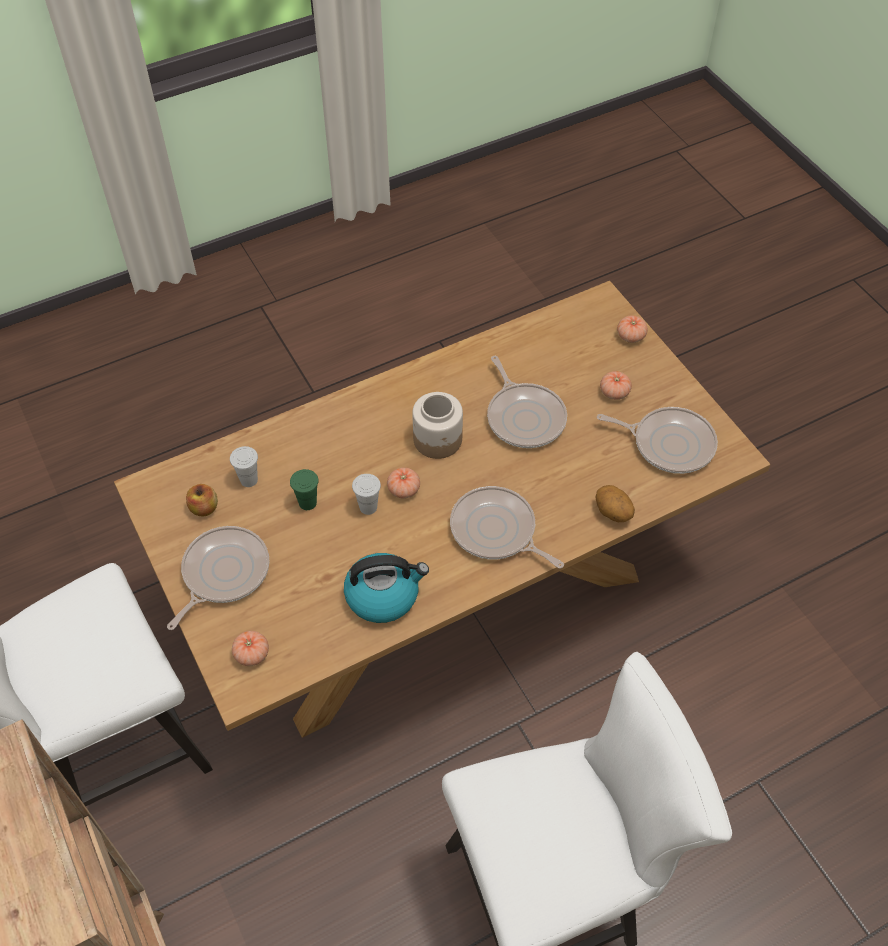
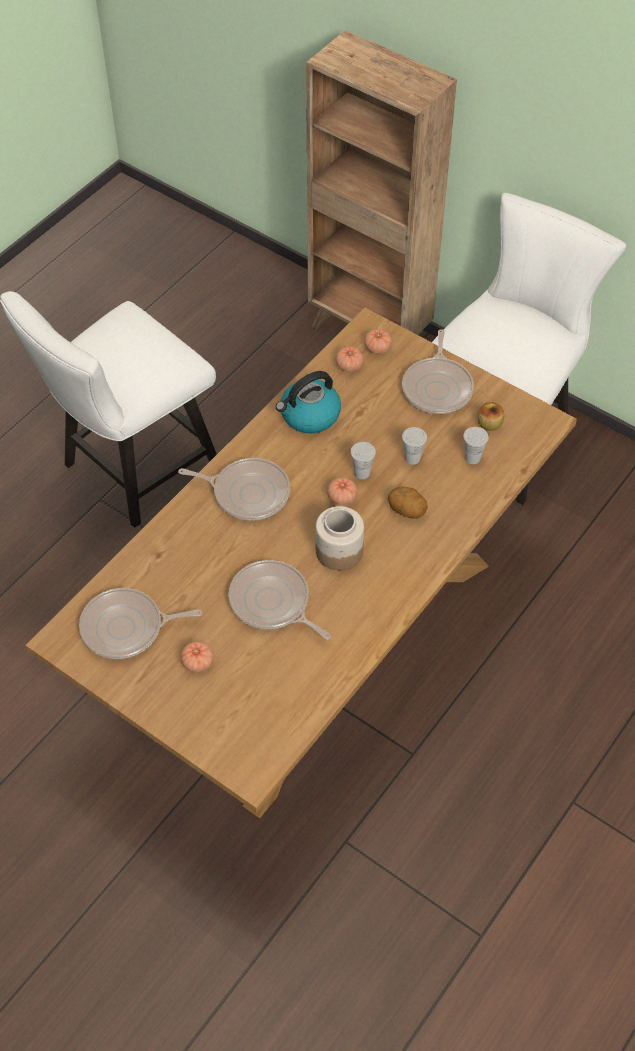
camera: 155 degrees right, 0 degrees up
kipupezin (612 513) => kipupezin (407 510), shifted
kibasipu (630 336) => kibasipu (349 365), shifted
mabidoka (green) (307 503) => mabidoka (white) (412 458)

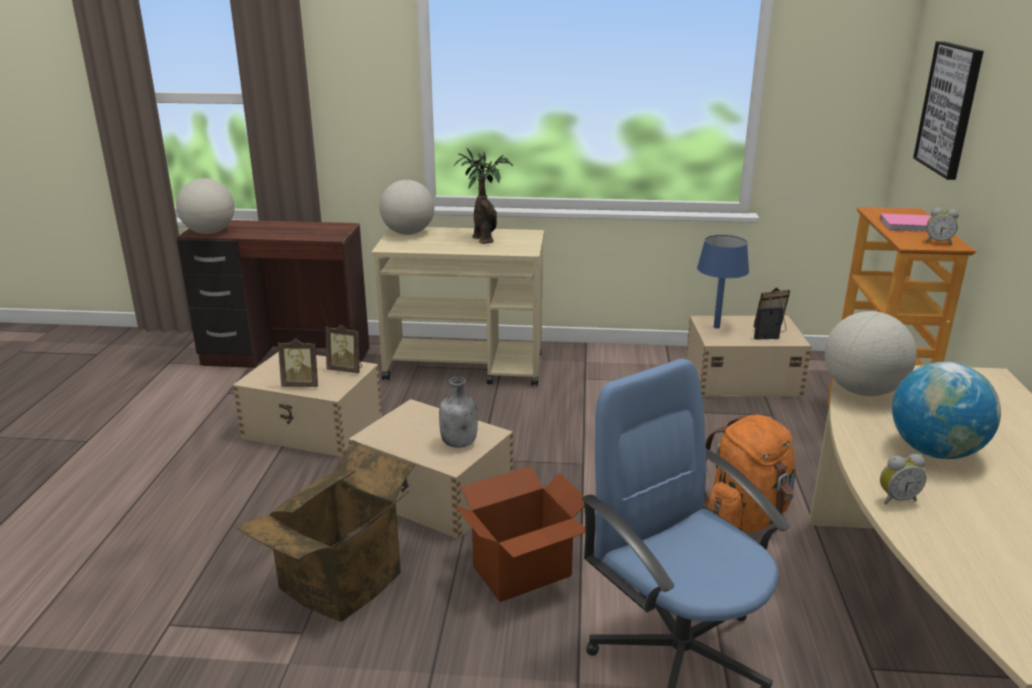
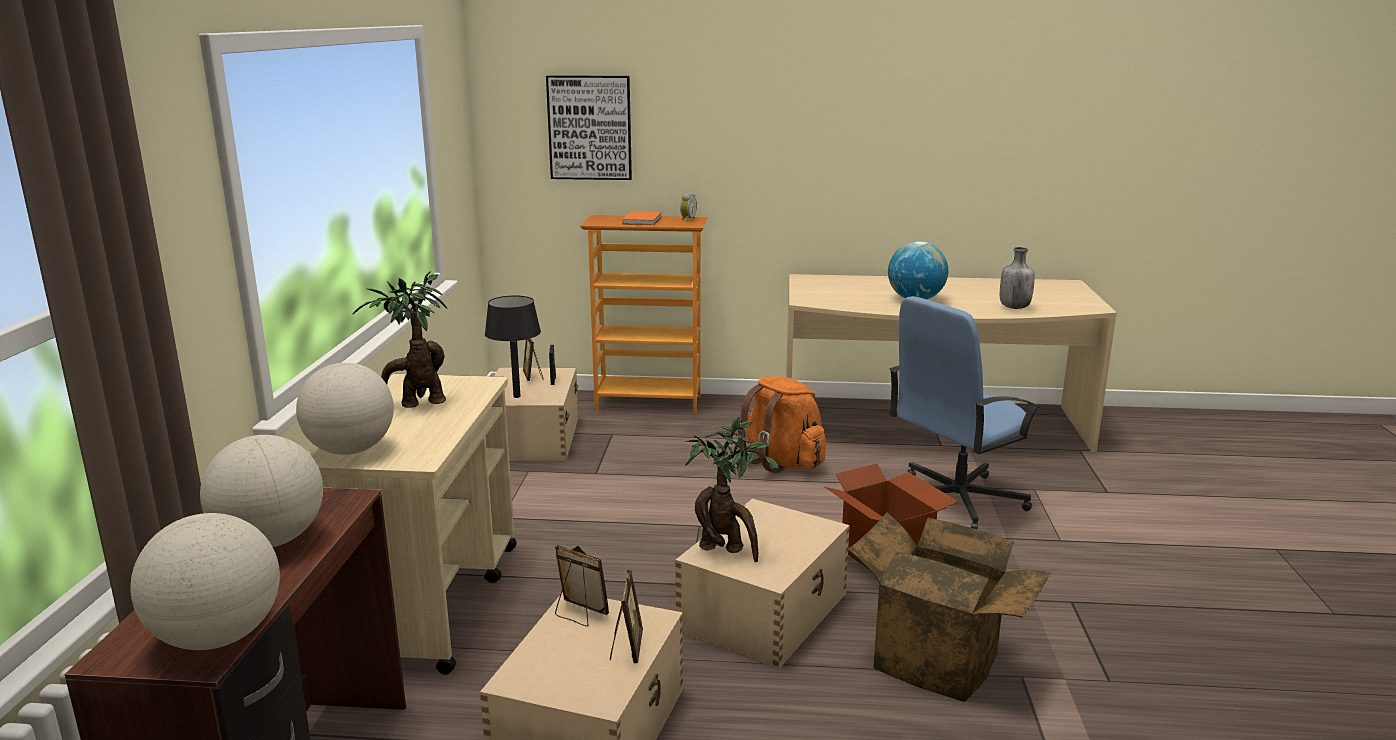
camera: 90 degrees left, 5 degrees down
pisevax (896 499) => nothing
nothing => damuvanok (726 550)
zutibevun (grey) (460 443) => zutibevun (grey) (1014 307), shifted
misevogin (862 391) => misevogin (270 541), shifted
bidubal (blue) (716 327) => bidubal (black) (517 396)
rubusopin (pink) (912 226) => rubusopin (orange) (643 220)
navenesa (346 369) => navenesa (579 614), 75 degrees counterclockwise

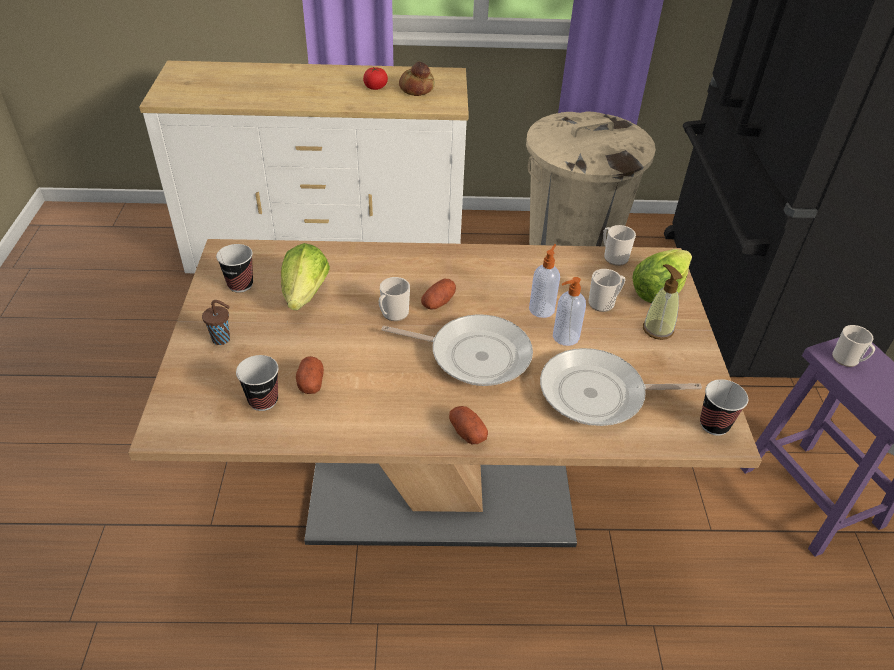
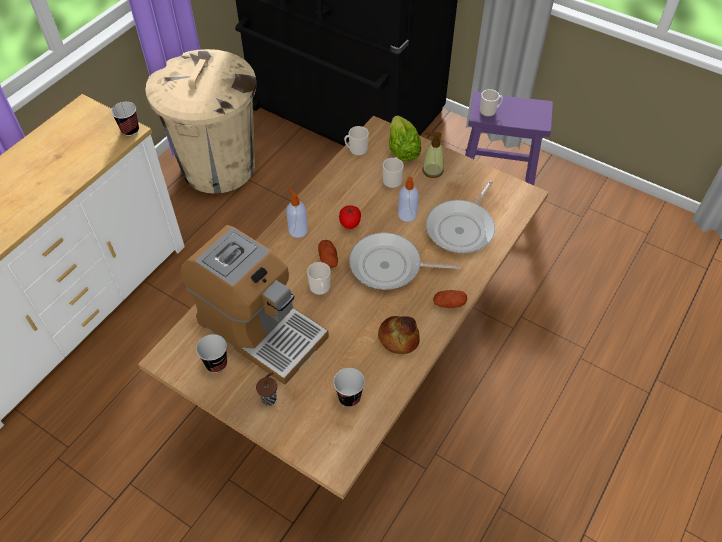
camera: 55 degrees left, 10 degrees up
kipupezin (310 382) => nothing
kibasipu (375 87) => kibasipu (350 223), shifted
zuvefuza (417 88) => zuvefuza (399 338), shifted
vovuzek (542 309) => vovuzek (297 230), shifted
mabidoka (714 424) => mabidoka (130 130), shifted
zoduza (305 294) => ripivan (260 328)
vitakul (474 355) => vitakul (390 266), 135 degrees counterclockwise

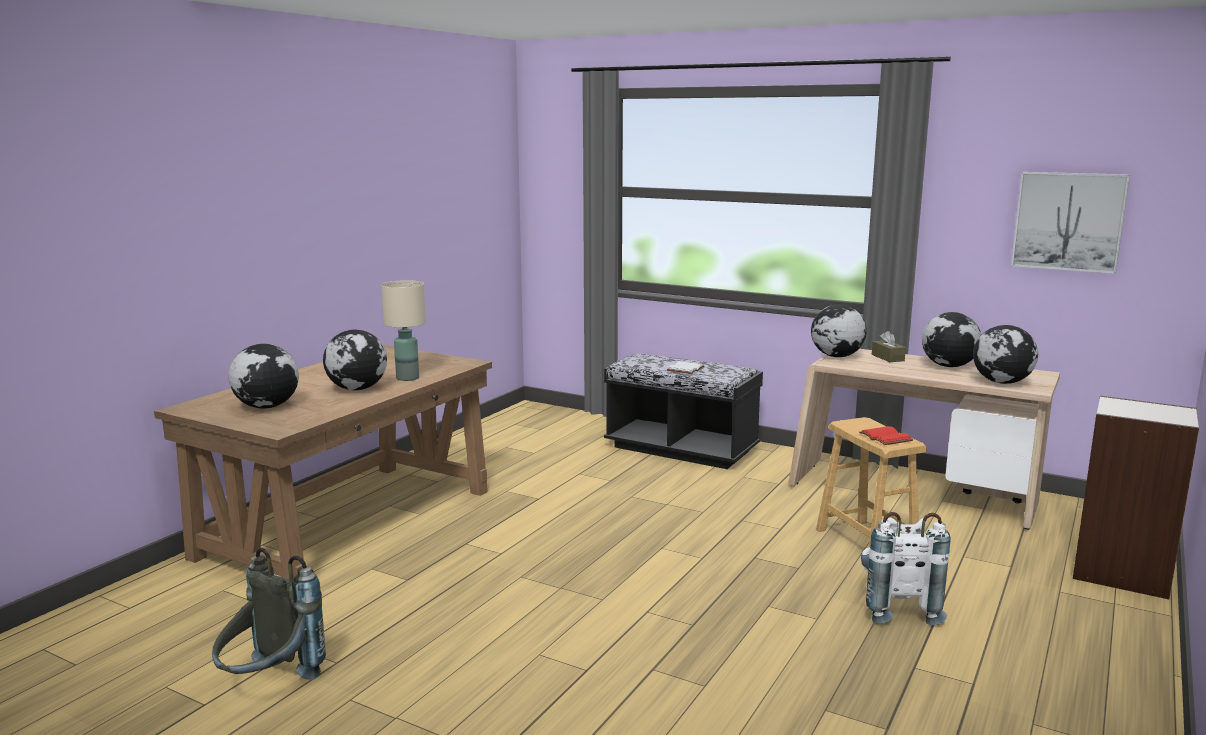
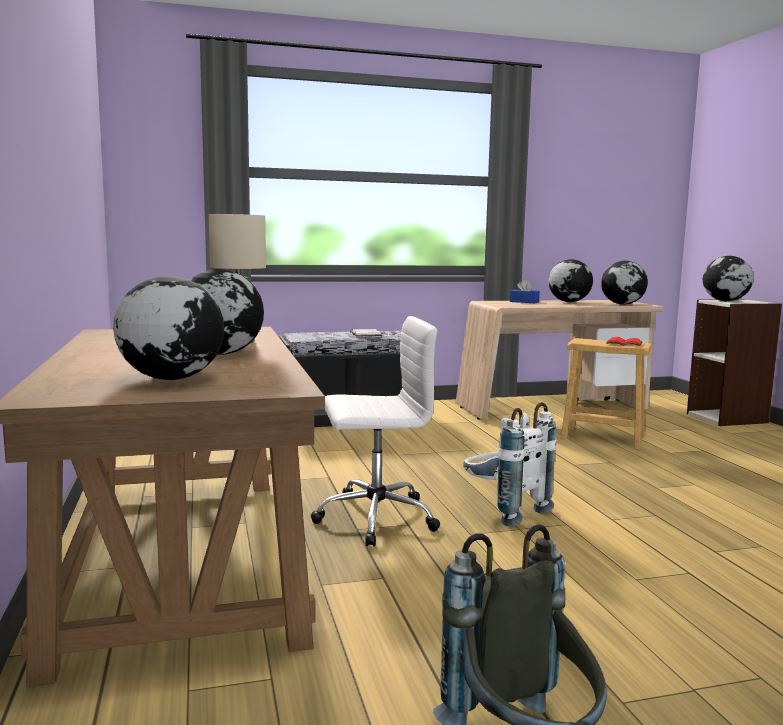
camera: 45 degrees left, 5 degrees down
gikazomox (1068 221) => nothing
nothing => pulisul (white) (373 518)
misevogin (836 356) => misevogin (725 301), shifted
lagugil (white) (895 607) => lagugil (white) (503 510), shifted
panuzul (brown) (887 357) => panuzul (blue) (524 302)

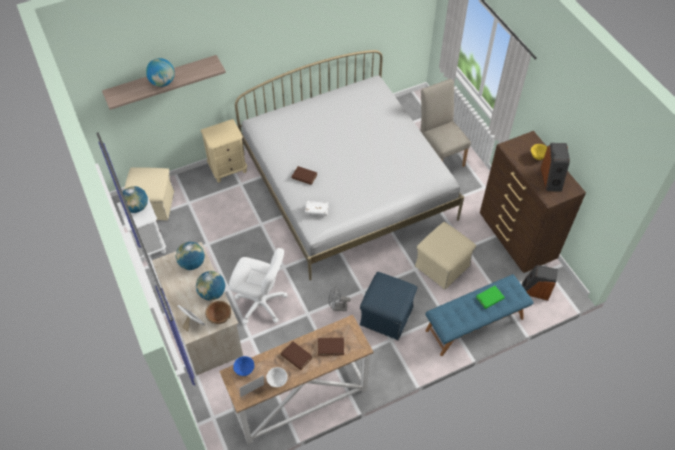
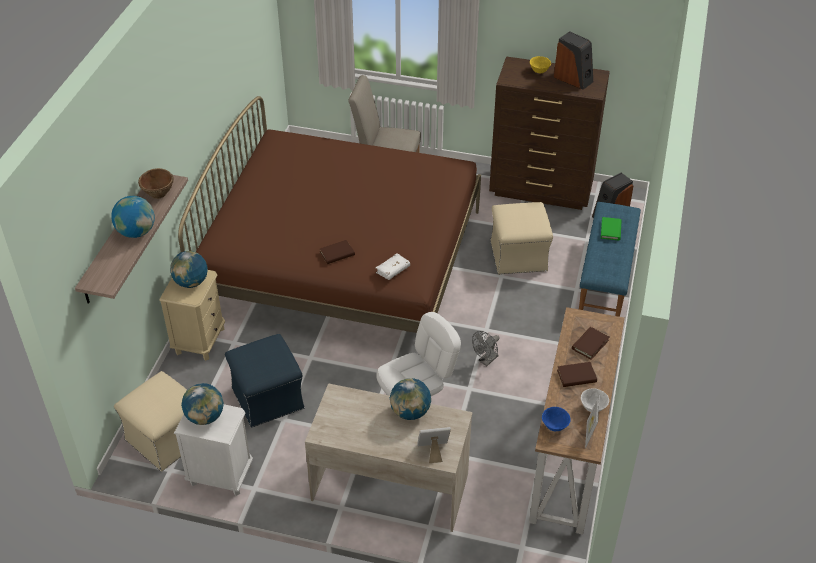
camera: 50 degrees left, 10 degrees down
misevogin (192 263) => misevogin (191 282), shifted
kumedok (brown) (220 318) => kumedok (brown) (158 194), shifted
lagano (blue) (387 315) => lagano (blue) (267 397), shifted
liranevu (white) (347 186) => liranevu (brown) (342 261)

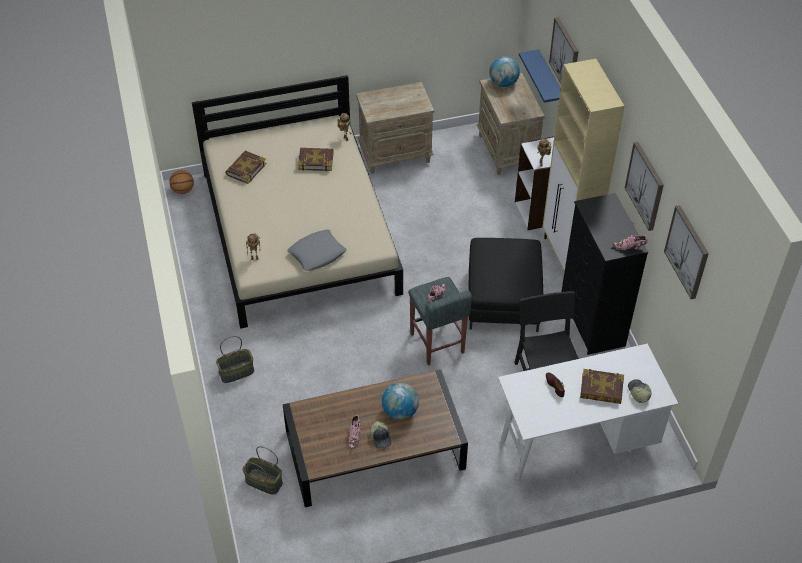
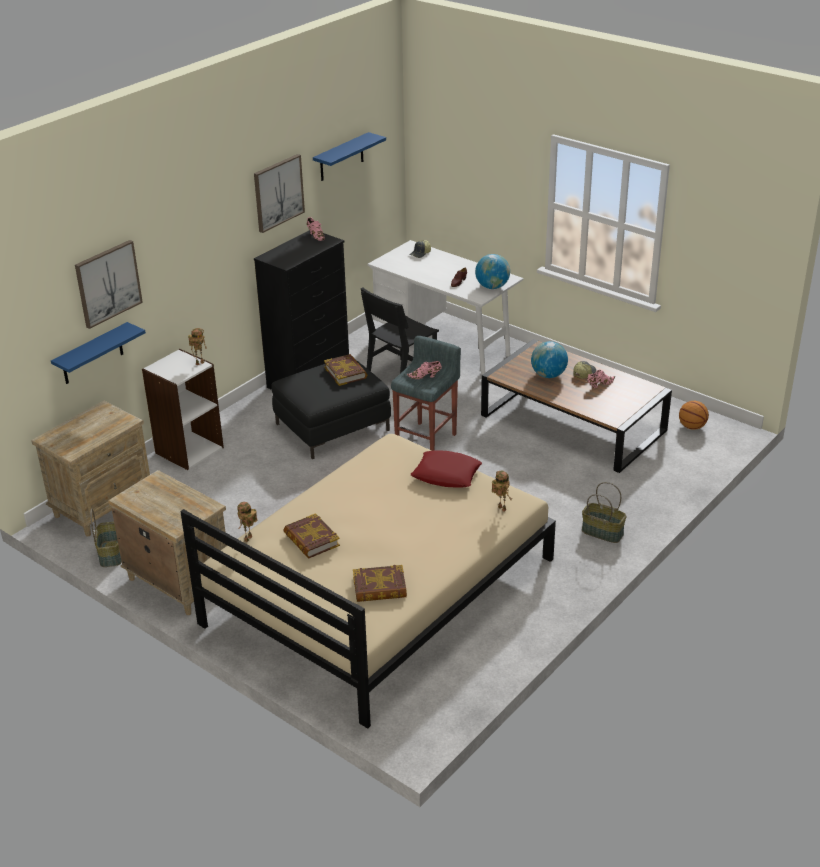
camera: 125 degrees left, 15 degrees down
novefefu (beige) (566 257) => nothing
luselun (183 190) => luselun (691 427), shifted
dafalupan (263 482) => dafalupan (111 554), shifted
misevogin (503 83) => misevogin (492 287), shifted
rubusopin (601 389) => rubusopin (345 373), shifted
gikazomox (687 252) => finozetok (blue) (341 157)
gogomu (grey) (317 254) => gogomu (red) (446 474)

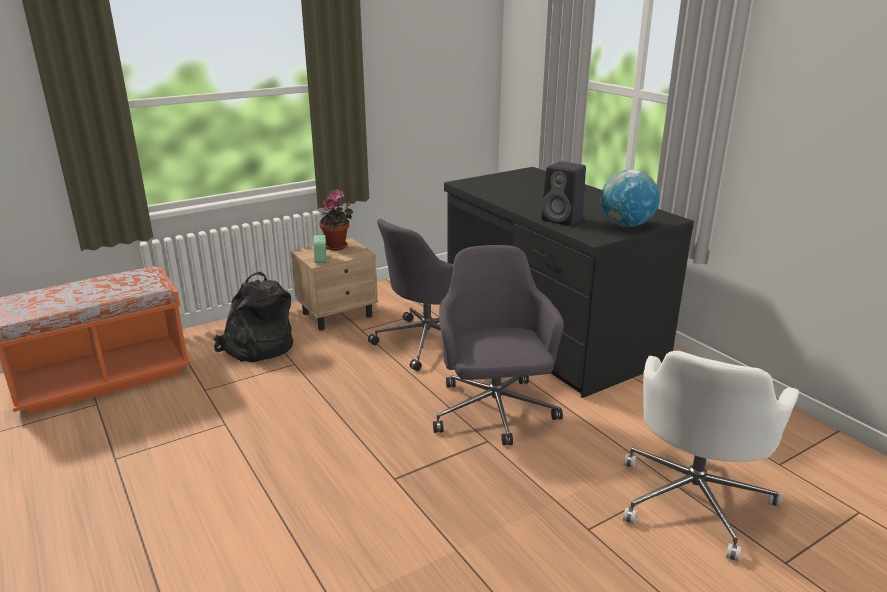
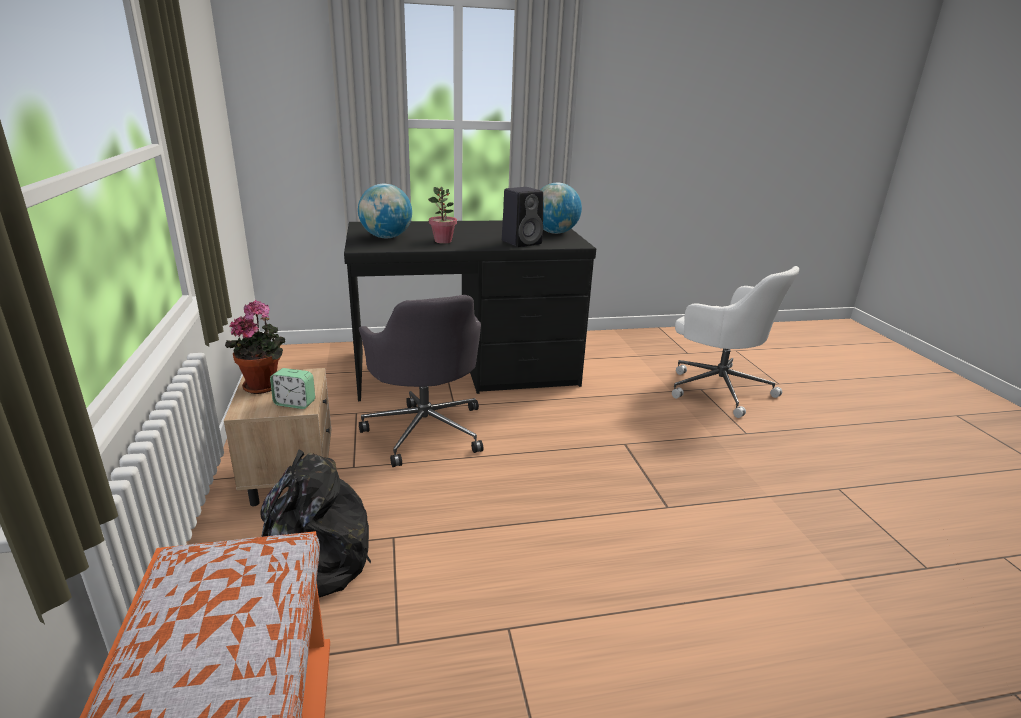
camera: 70 degrees left, 0 degrees up
pulisul (grey) (494 412) => nothing
nothing => misevogin (386 237)
nothing => damuvanok (443 241)

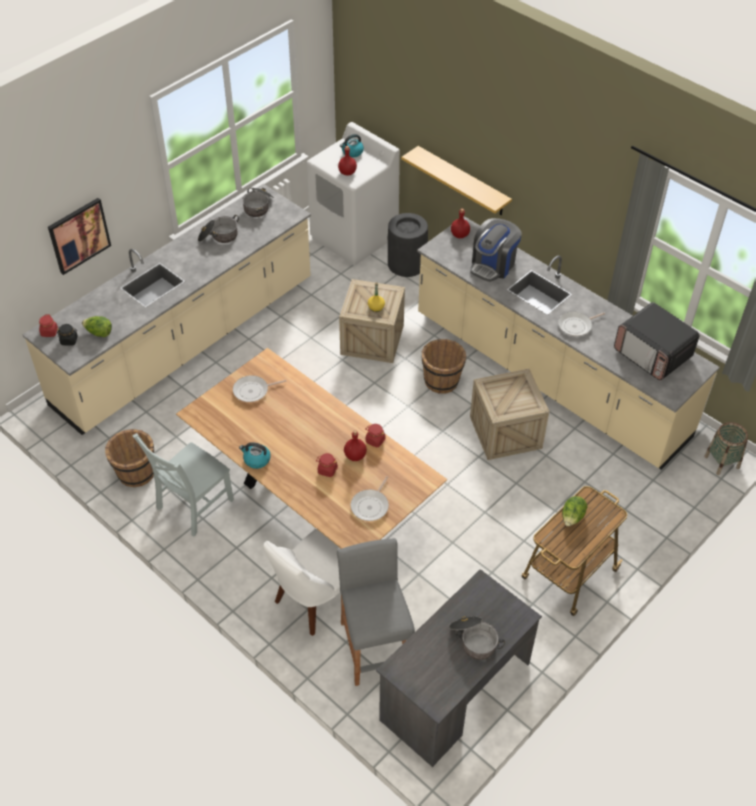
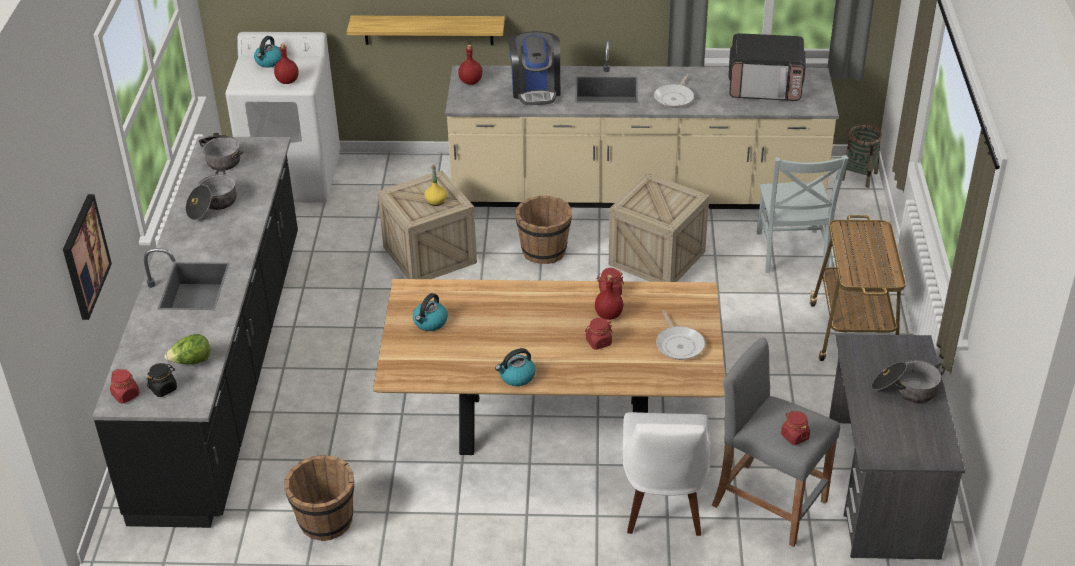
camera: 40 degrees left, 10 degrees down
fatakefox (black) (407 263) => nothing
zoduza (572 518) => nothing
nothing => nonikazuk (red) (794 436)
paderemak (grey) (192 506) => paderemak (grey) (791 253), shifted
vitakul (253 391) => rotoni (430 322)
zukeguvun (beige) (186 342) => zukeguvun (black) (224 369)

